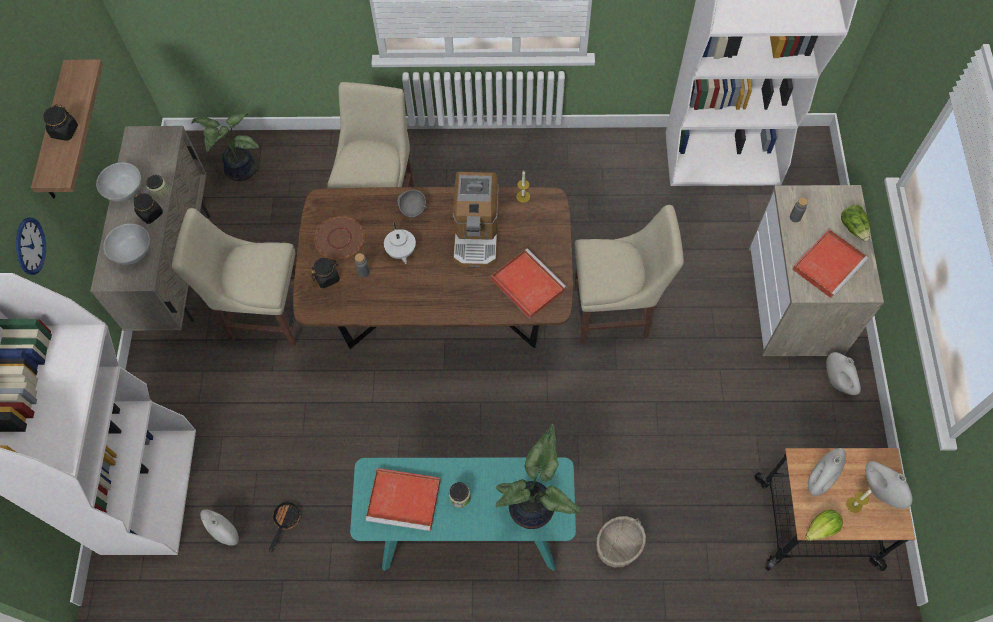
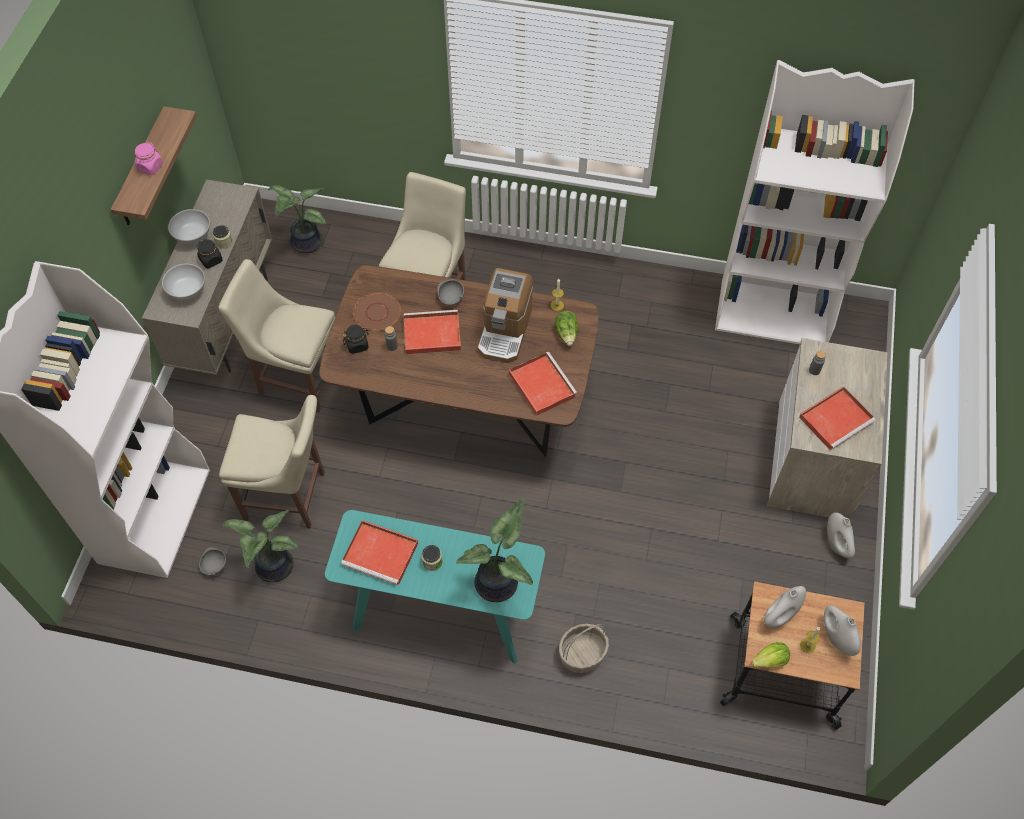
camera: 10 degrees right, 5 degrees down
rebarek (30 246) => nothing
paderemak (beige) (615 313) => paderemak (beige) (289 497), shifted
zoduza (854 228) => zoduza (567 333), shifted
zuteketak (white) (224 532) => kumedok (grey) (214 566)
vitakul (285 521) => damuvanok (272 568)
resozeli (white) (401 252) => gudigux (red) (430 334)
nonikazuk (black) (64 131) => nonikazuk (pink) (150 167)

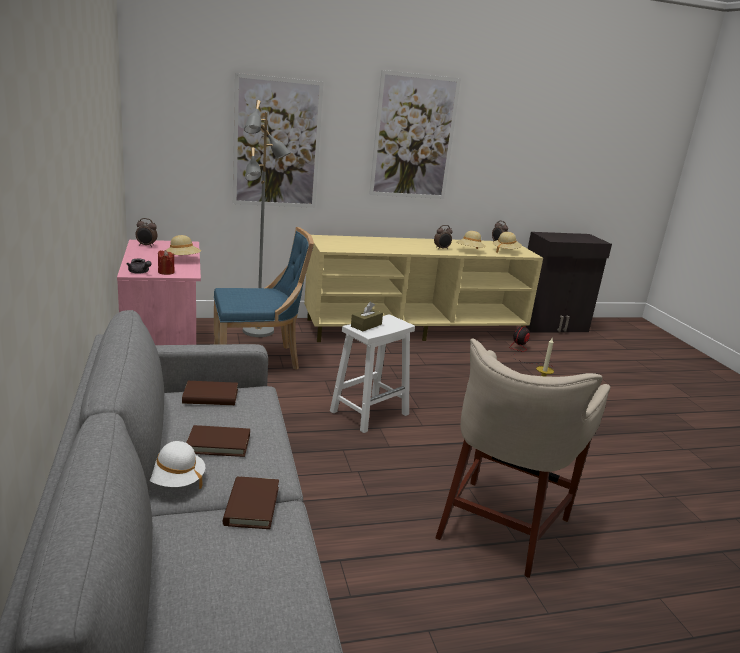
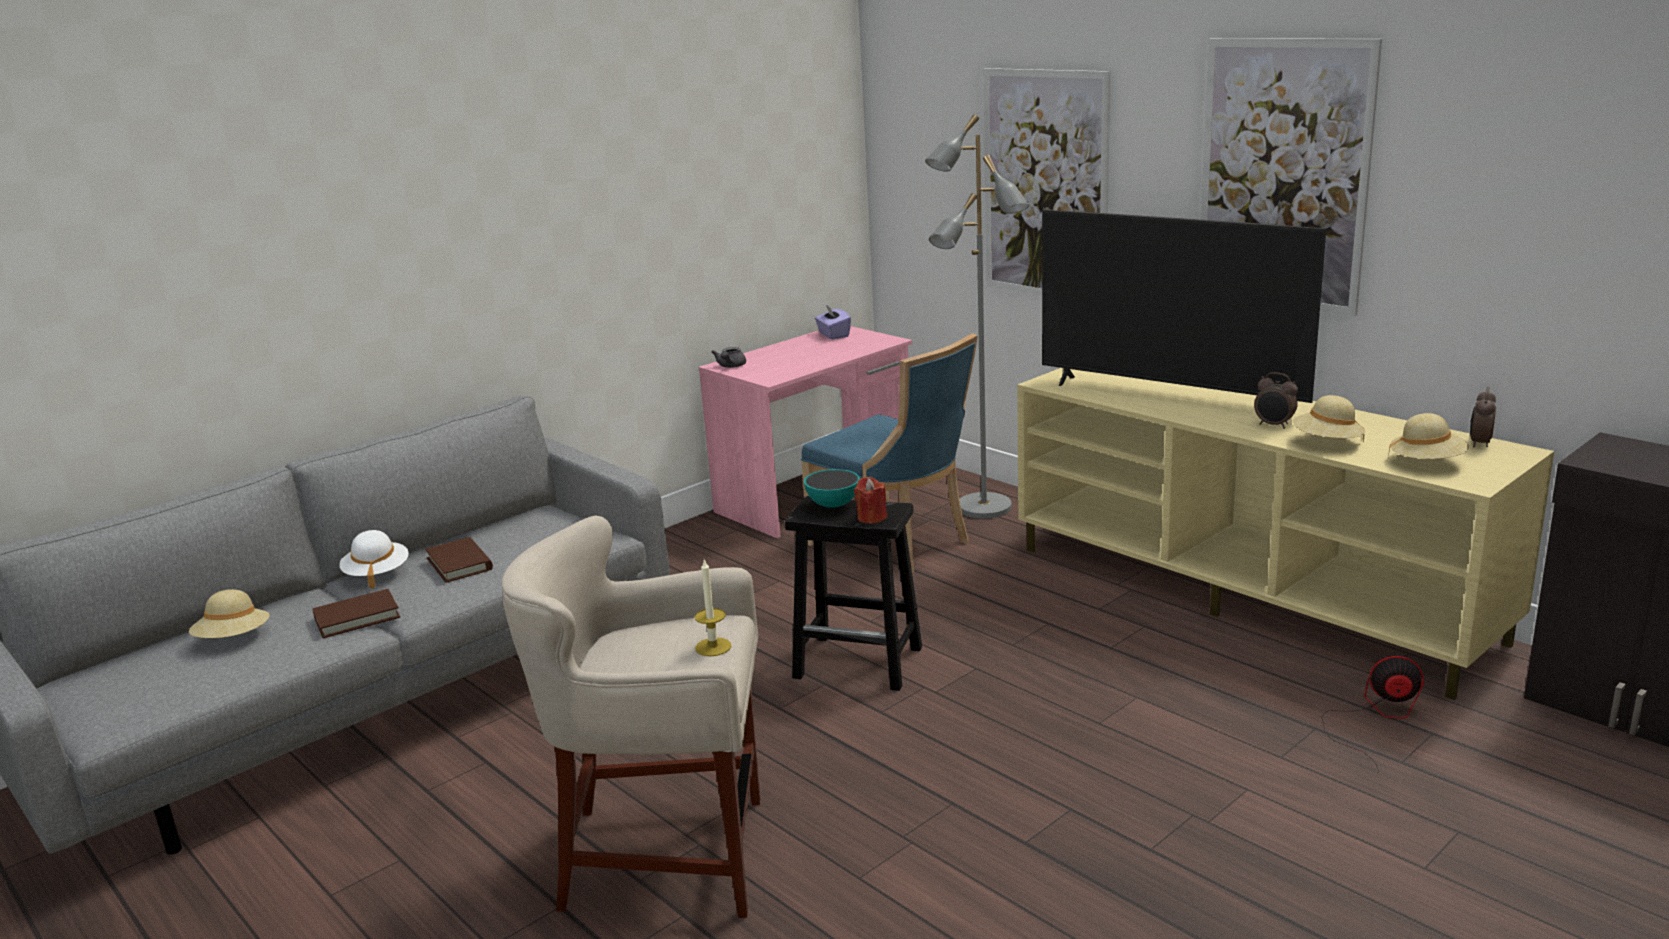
camera: 65 degrees right, 0 degrees up
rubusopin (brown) (210 396) => nothing
nothing => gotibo (1170 396)
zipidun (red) (166 272) => zipidun (red) (871 518), shifted
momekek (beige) (182 259) => momekek (beige) (234 639), shifted
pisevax (146 245) => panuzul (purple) (833 335)
panuzul (brown) (366 325) => kumedok (833 505)
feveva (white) (370 412) => feveva (black) (860 662)

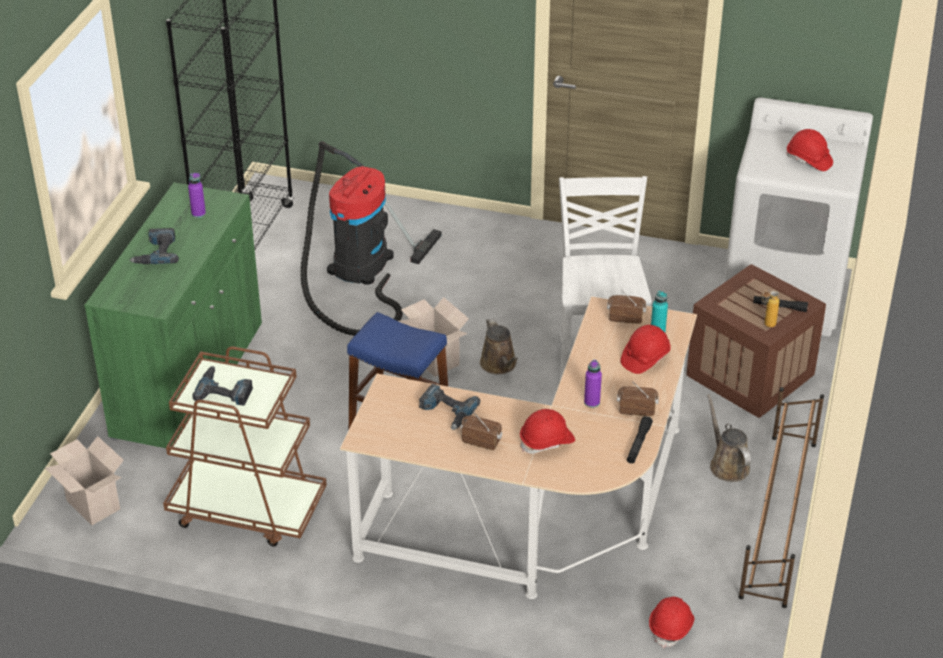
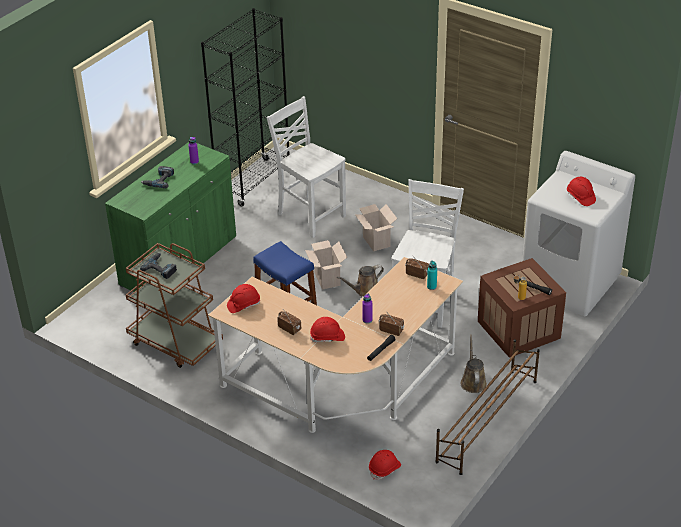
camera: 20 degrees right, 0 degrees up
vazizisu (446 412) => nothing
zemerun (91 505) => zemerun (375 241), shifted
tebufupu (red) (645 358) => tebufupu (red) (243 304), shifted
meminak (359 270) => paderemak (white) (310 215)
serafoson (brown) (499 365) => serafoson (brown) (365 290), 60 degrees clockwise

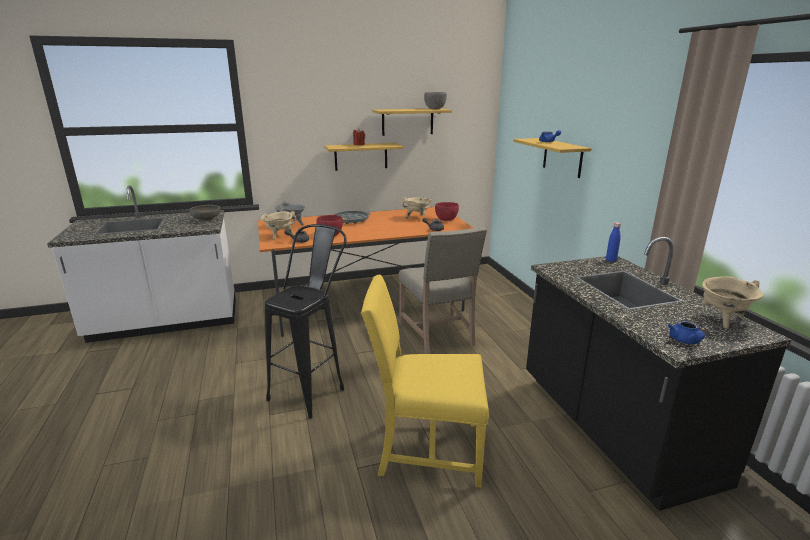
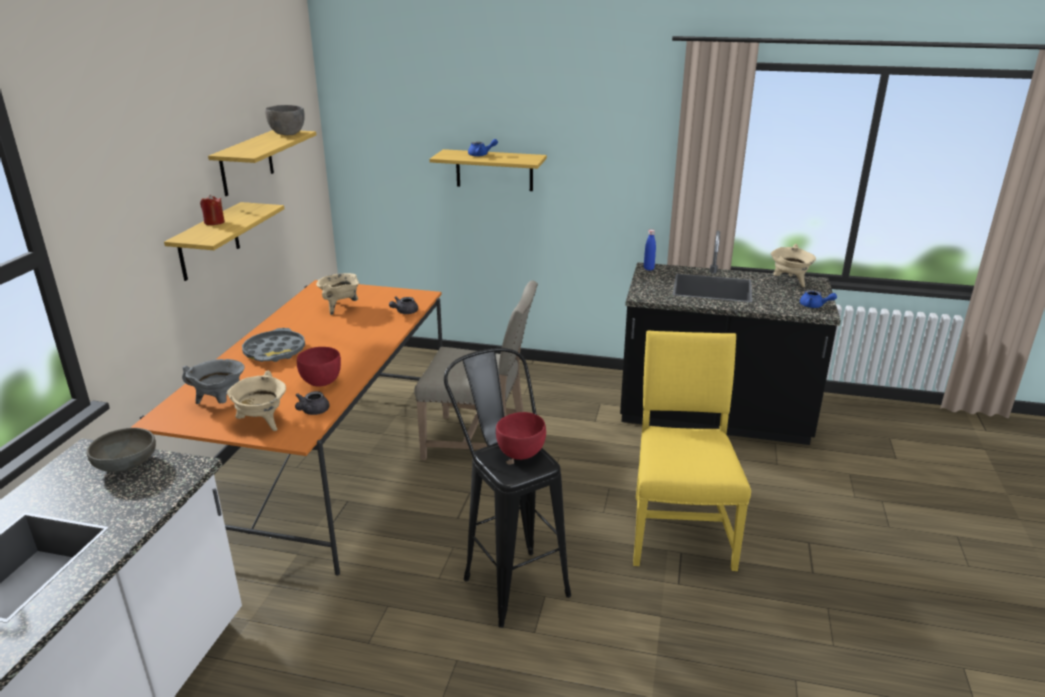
camera: 60 degrees left, 5 degrees up
kumedok (red) (446 220) => kumedok (red) (521 453), shifted
paderemak (yellow) (426 450) => paderemak (yellow) (679 528), 150 degrees clockwise

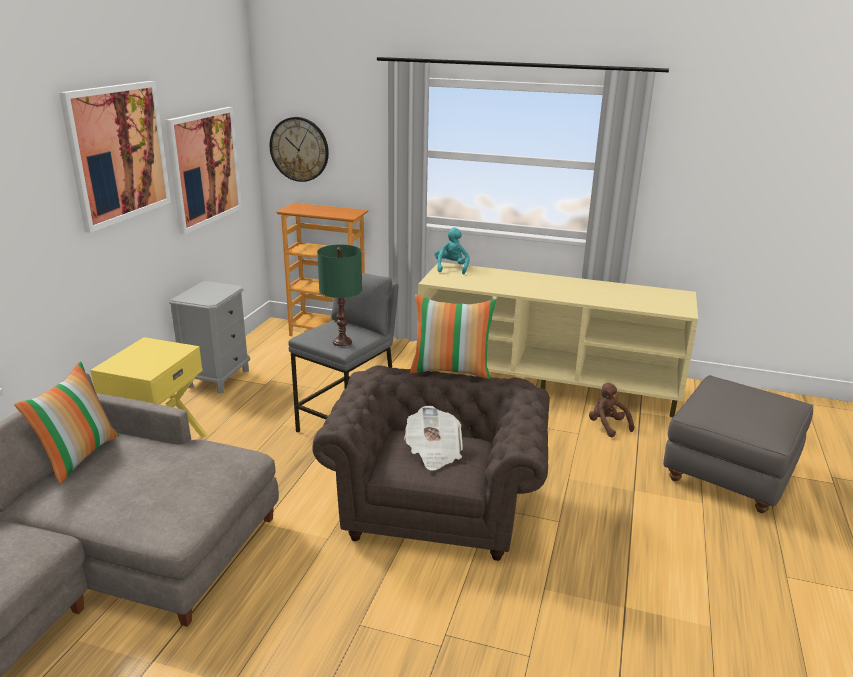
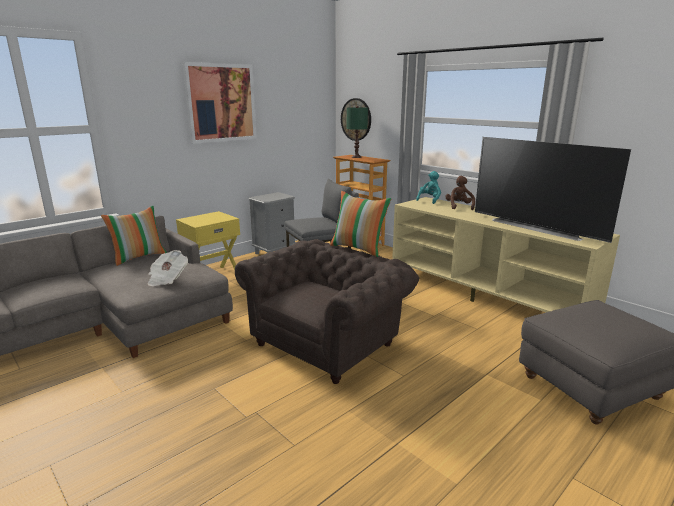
camera: 30 degrees right, 5 degrees down
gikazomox (204 168) => nothing
nothing => gotibo (537 227)
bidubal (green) (342 342) => bidubal (green) (356 157), shifted
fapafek (433 452) => fapafek (167 279), shifted
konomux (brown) (607 426) => konomux (brown) (459 207), shifted

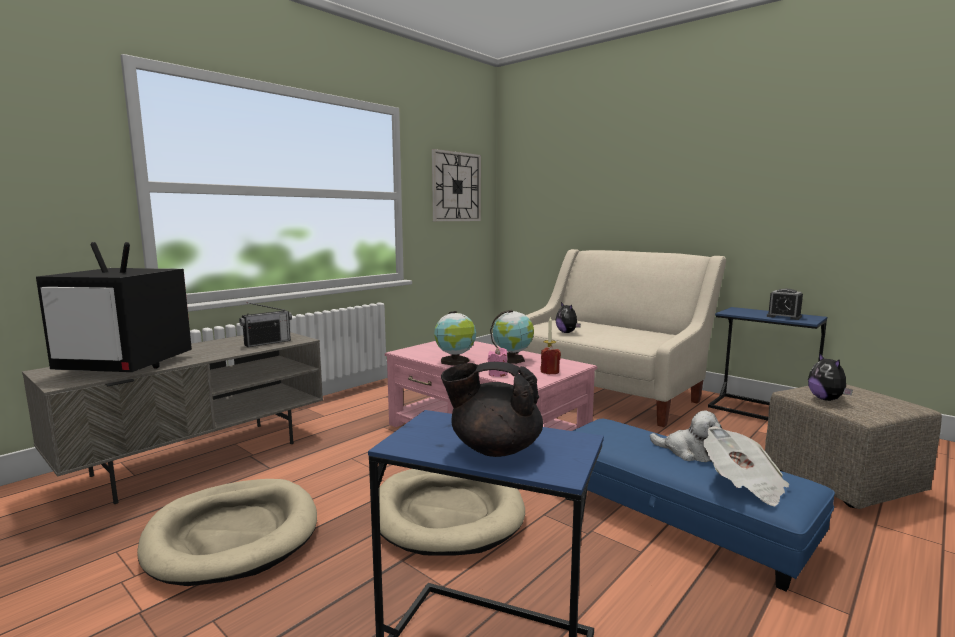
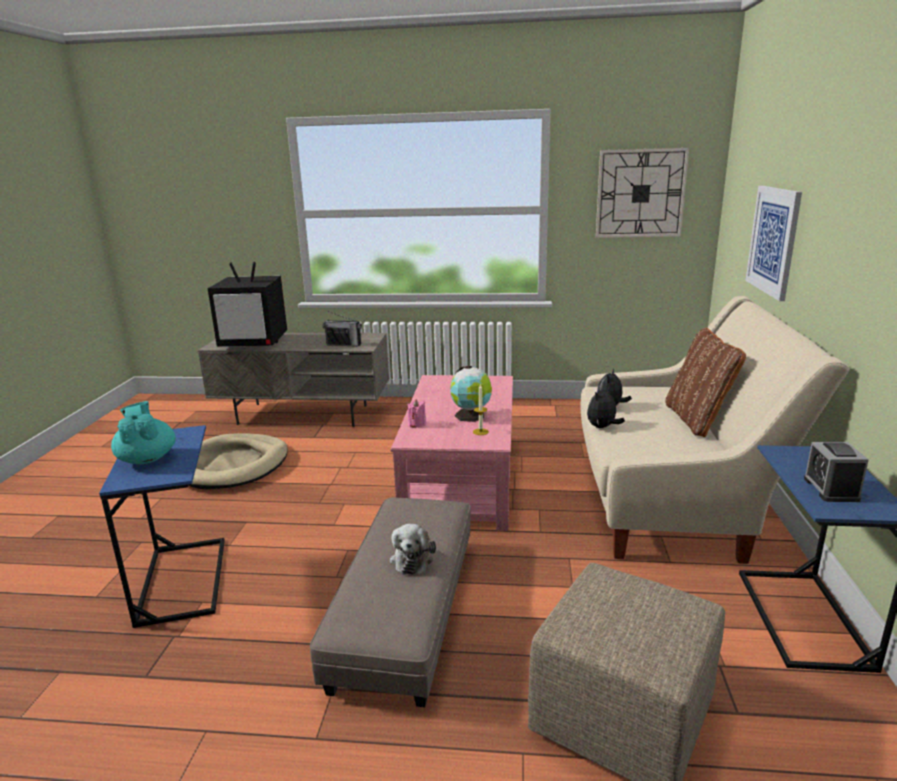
camera: 55 degrees right, 10 degrees up
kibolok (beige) (448 513) => nothing
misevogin (455 361) => nothing
zipidun (red) (550 372) => nothing
fapafek (743 485) => nothing
nothing => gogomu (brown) (697 420)
nothing => gikazomox (773 240)
konomux (826 399) => konomux (602 427), shifted
resozeli (black) (494 449) => resozeli (turquoise) (147 458)
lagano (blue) (675 516) => lagano (grey) (405 611)
gotibo (128 366) => gotibo (255 342), 60 degrees counterclockwise

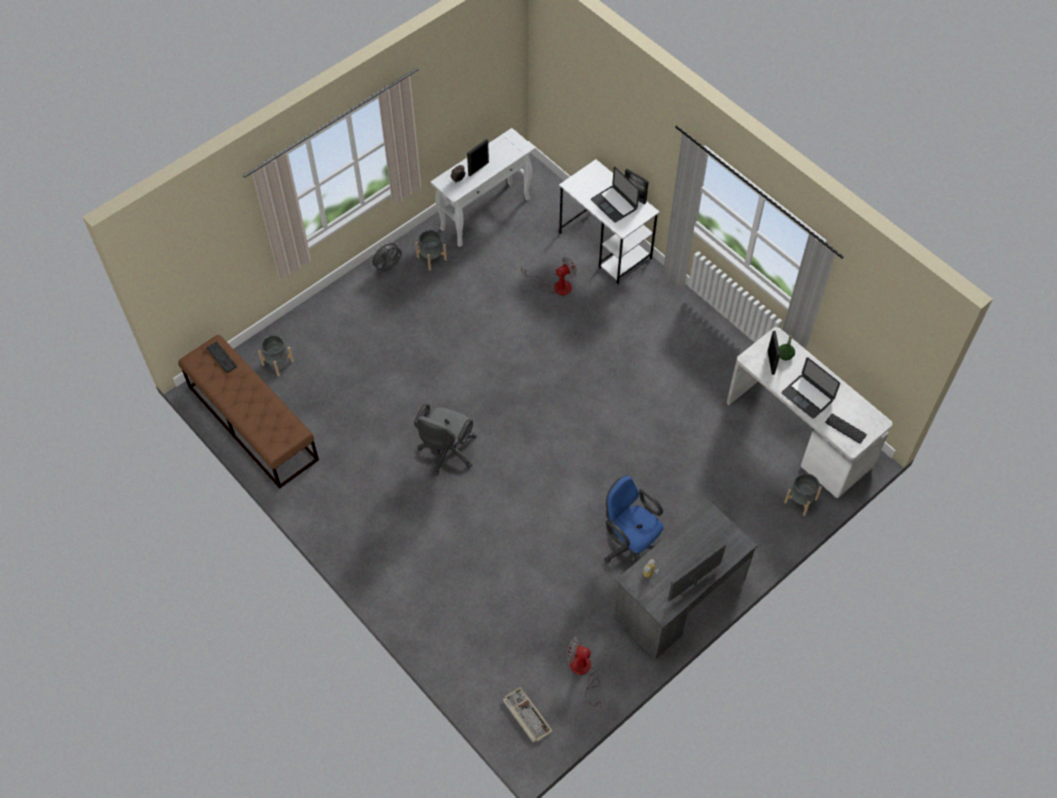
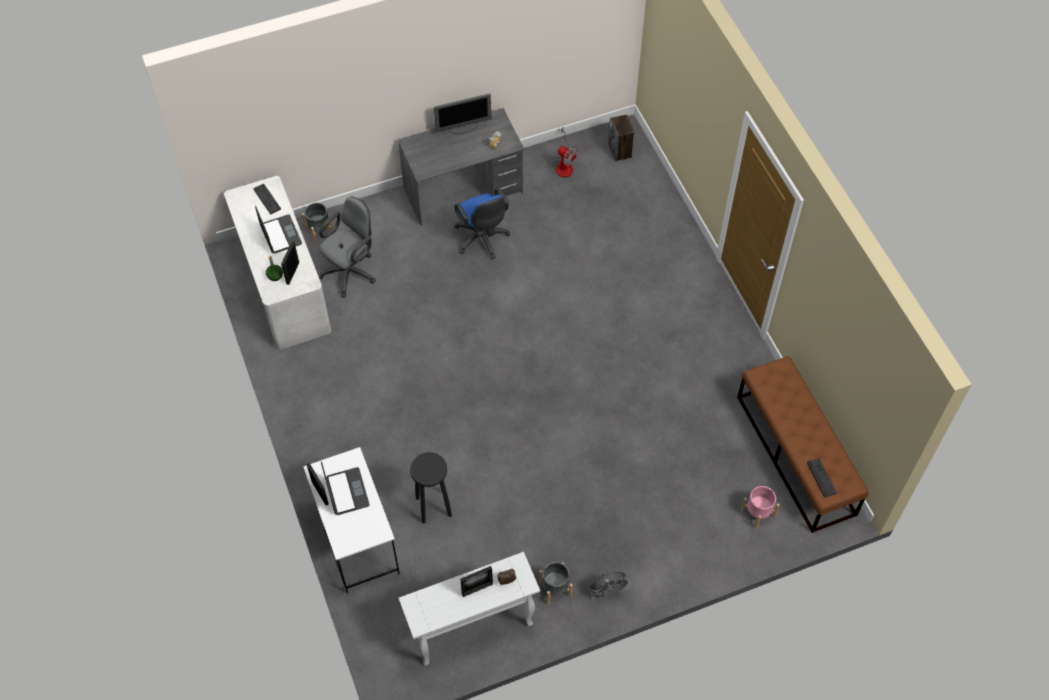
camera: 160 degrees left, 0 degrees up
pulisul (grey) (446 453) => pulisul (grey) (351 271), shifted
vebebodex (526 715) => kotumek (620 150)
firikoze (556 286) => feveva (black) (433 507)
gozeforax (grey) (277 363) => gozeforax (pink) (758 513)

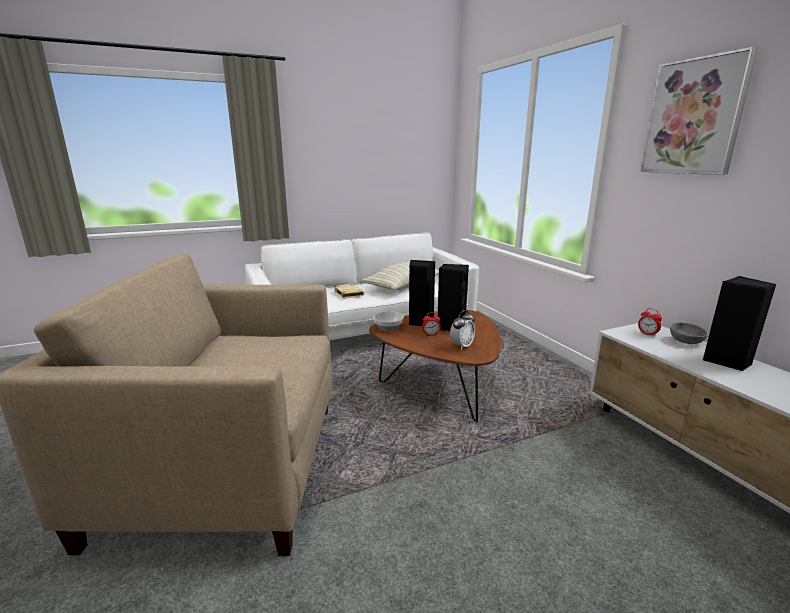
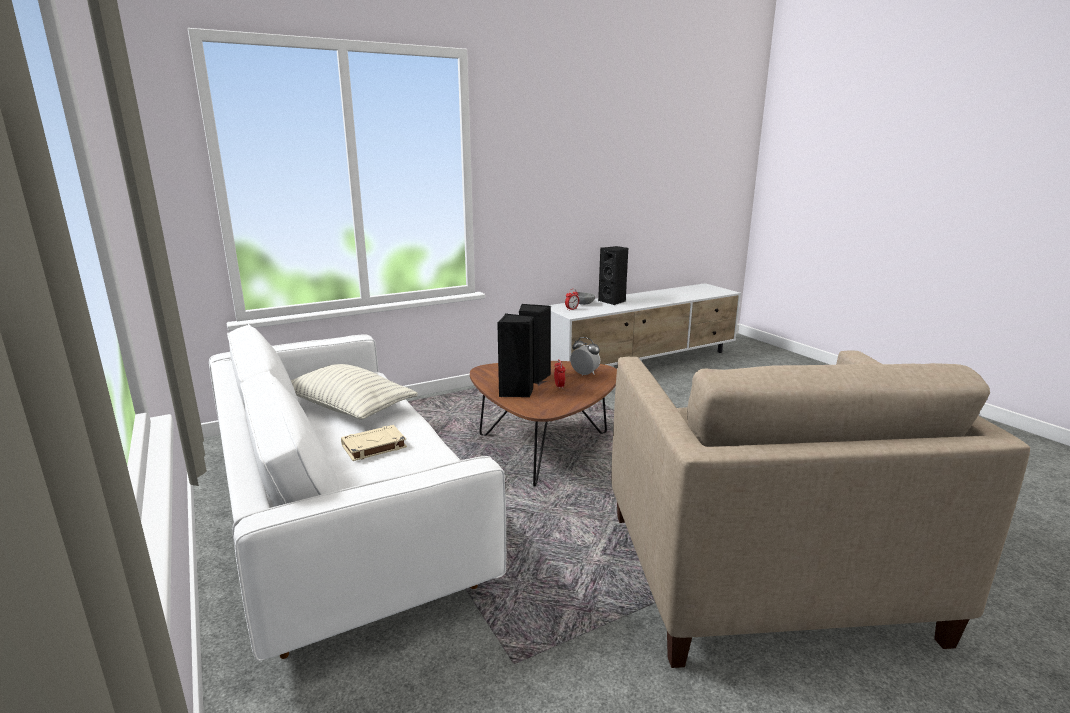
camera: 95 degrees left, 0 degrees up
kumedok (388 328) => nothing
gikazomox (694 117) => nothing

